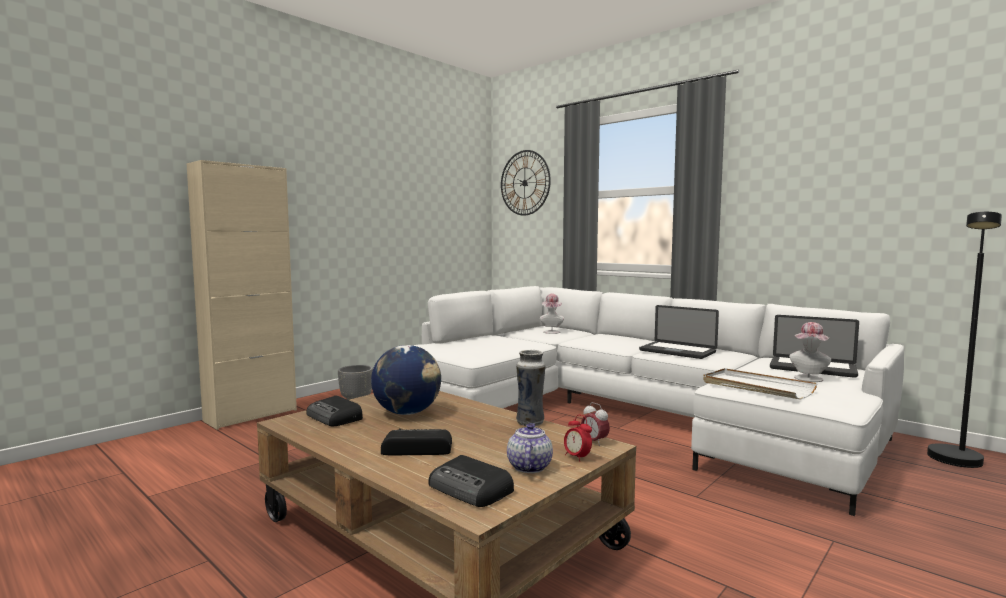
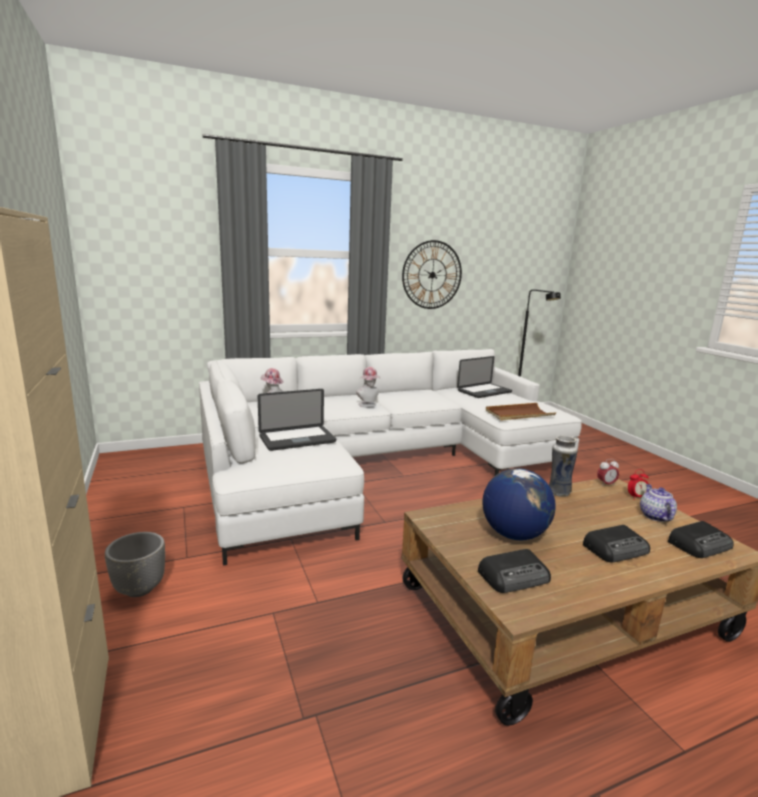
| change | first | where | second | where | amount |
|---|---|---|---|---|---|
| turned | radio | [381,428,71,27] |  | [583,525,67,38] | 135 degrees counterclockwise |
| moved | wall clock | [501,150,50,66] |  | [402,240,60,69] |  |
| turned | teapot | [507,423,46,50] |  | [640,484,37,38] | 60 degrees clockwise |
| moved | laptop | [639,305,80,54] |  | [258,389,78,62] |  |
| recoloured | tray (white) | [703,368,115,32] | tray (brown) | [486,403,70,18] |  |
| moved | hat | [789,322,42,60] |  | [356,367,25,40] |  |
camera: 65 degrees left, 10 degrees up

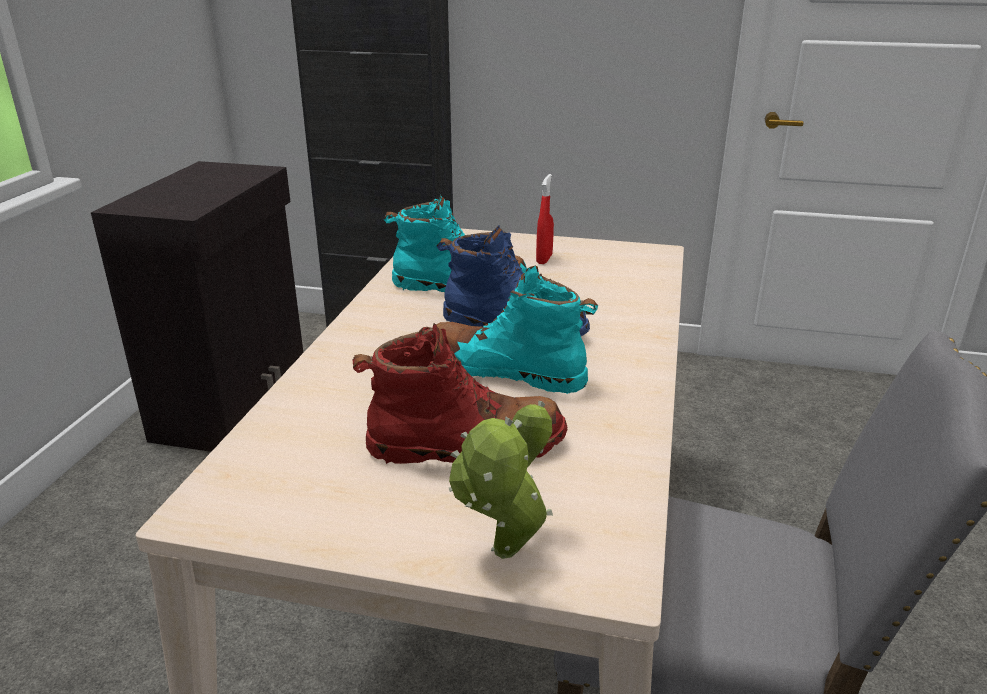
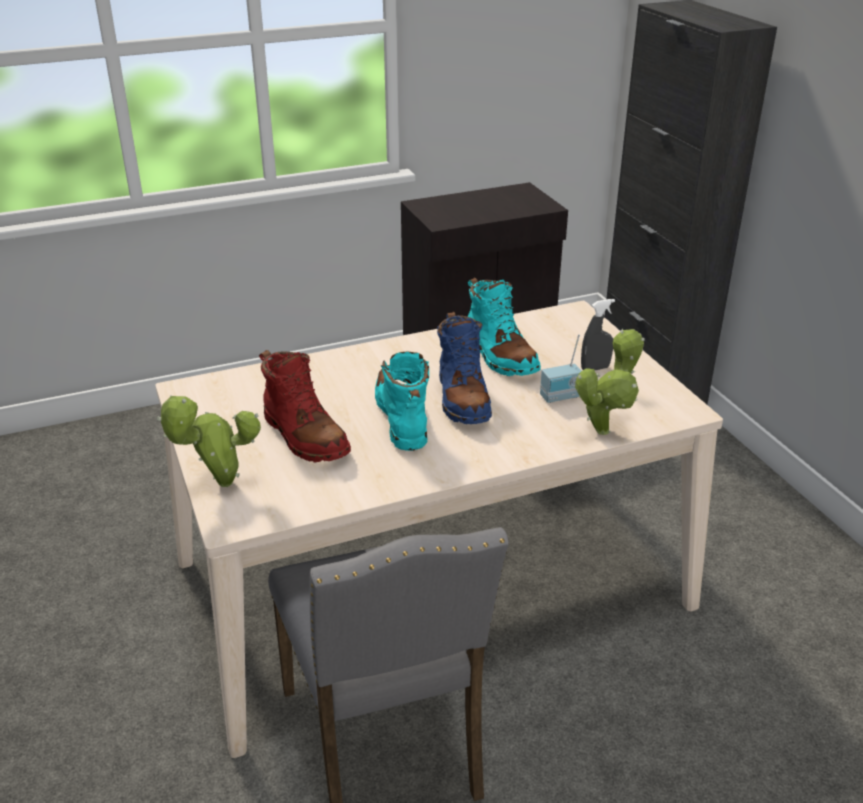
| change | first | where | second | where | amount |
|---|---|---|---|---|---|
| recoloured | spray bottle (red) | [536,174,18,90] | spray bottle (grey) | [581,299,34,71] |  |
| added |  |  | radio | [540,334,41,69] |  |
| added |  |  | potted plant | [575,329,70,106] |  |
camera: 55 degrees right, 5 degrees up

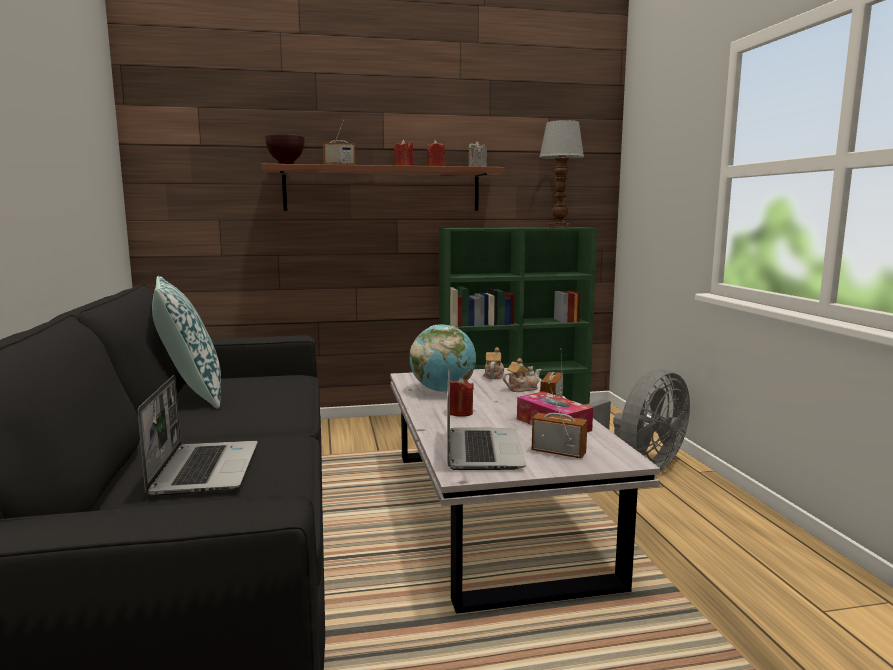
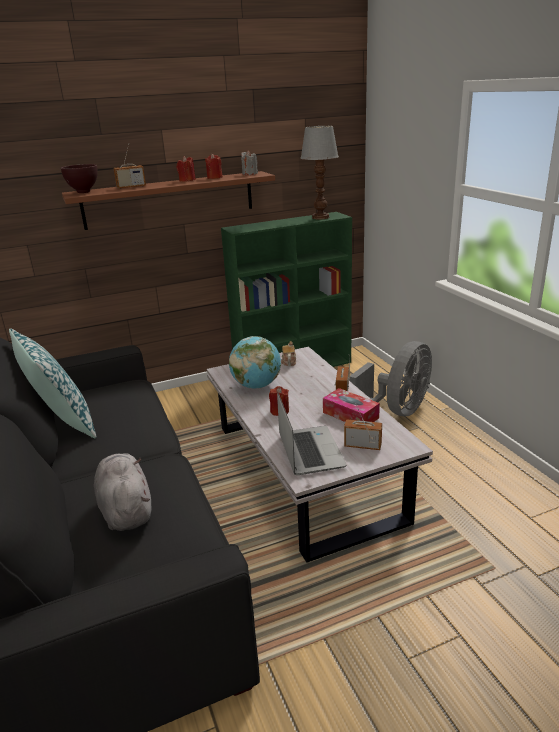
| change | first | where | second | where | amount |
|---|---|---|---|---|---|
| replaced | laptop | [138,375,120,121] | plush toy (grey) | [94,453,58,78] |  |
| removed | teapot | [502,358,40,34] |  |  |  |
camera: 10 degrees left, 15 degrees up

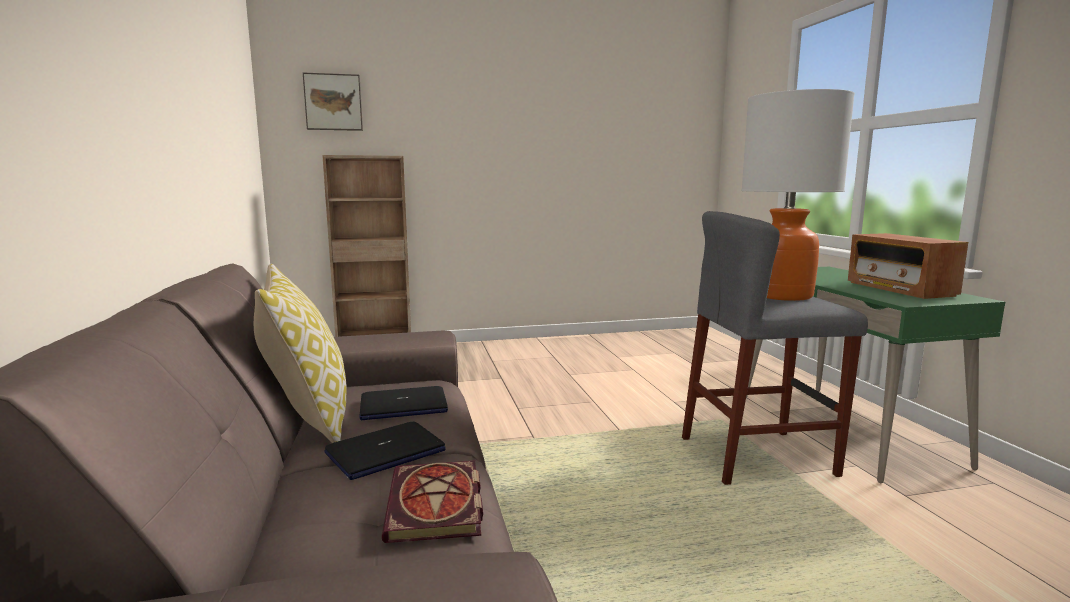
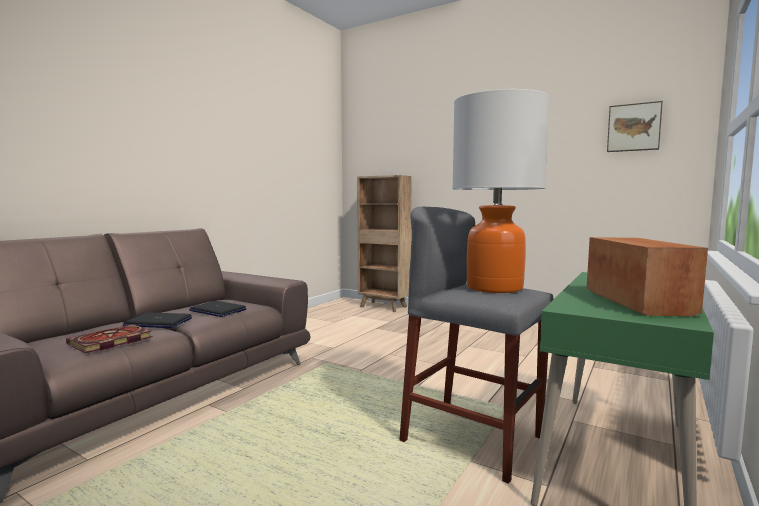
| change | first | where | second | where | amount |
|---|---|---|---|---|---|
| removed | pillow | [254,264,93,179] |  |  |  |
| moved | picture | [303,73,60,58] |  | [607,101,56,51] |  |
| turned | radio | [848,233,120,66] |  | [586,237,122,79] | 150 degrees clockwise |
camera: 45 degrees right, 5 degrees down

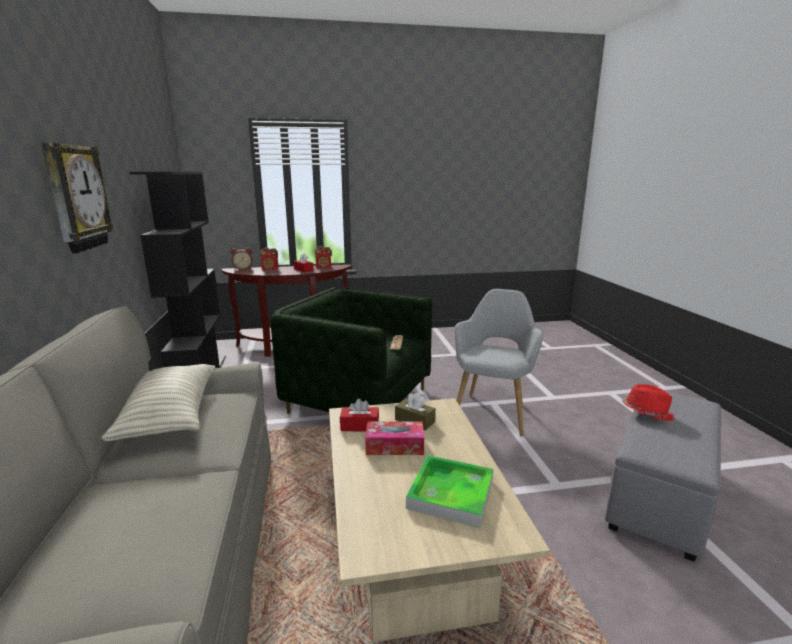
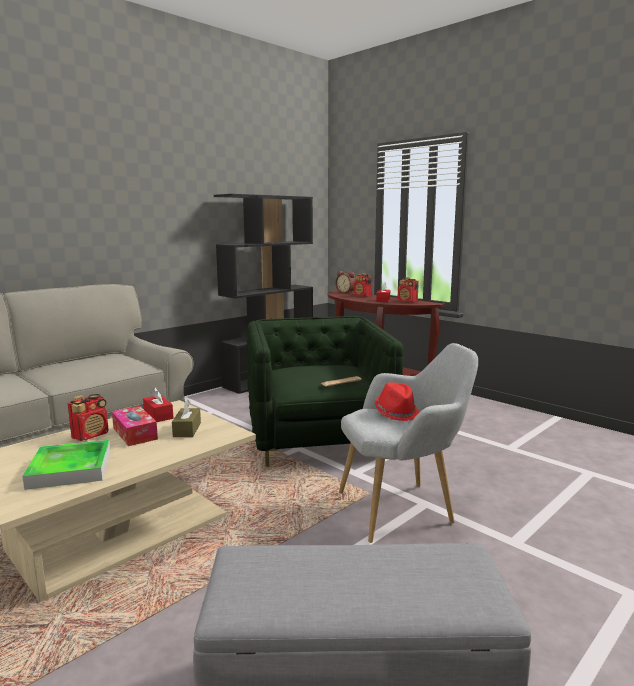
| change | first | where | second | where | amount |
|---|---|---|---|---|---|
| removed | wall clock | [41,142,73,111] |  |  |  |
| removed | pillow | [101,364,114,77] |  |  |  |
| moved | hat (red) | [622,384,52,37] |  | [374,382,45,39] |  |
| added |  |  | radio | [68,394,41,47] |  |
camera: 55 degrees right, 5 degrees down

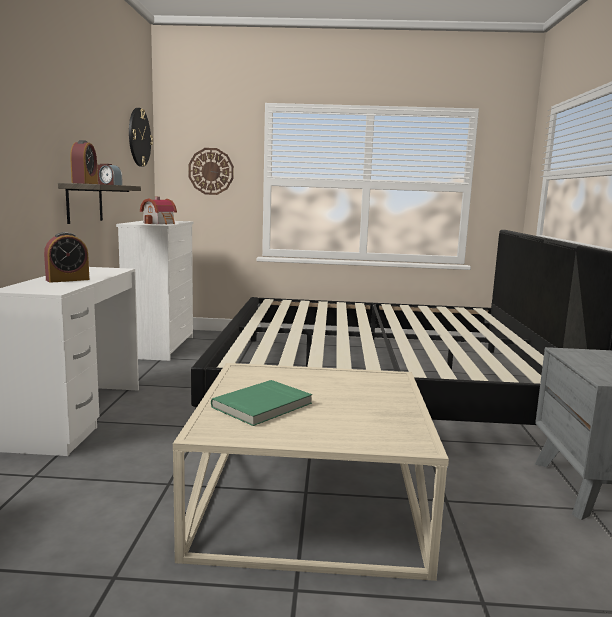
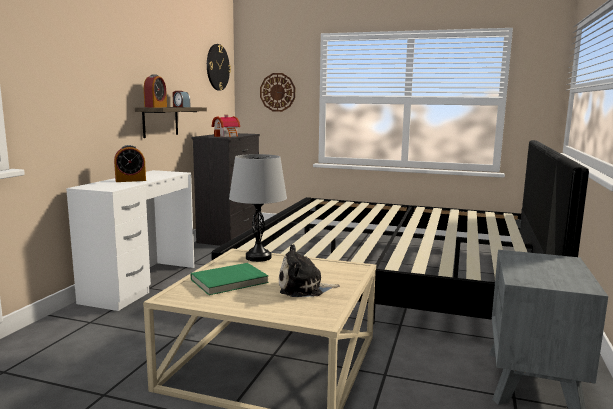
| change | first | where | second | where | amount |
|---|---|---|---|---|---|
| recoloured | dresser (white) | [116,221,77,140] | dresser (black) | [191,133,69,113] |  |
| added |  |  | table lamp (grey) | [229,154,58,108] |  |
| added |  |  | plush toy | [279,244,61,53] |  |
camera: 15 degrees right, 0 degrees up

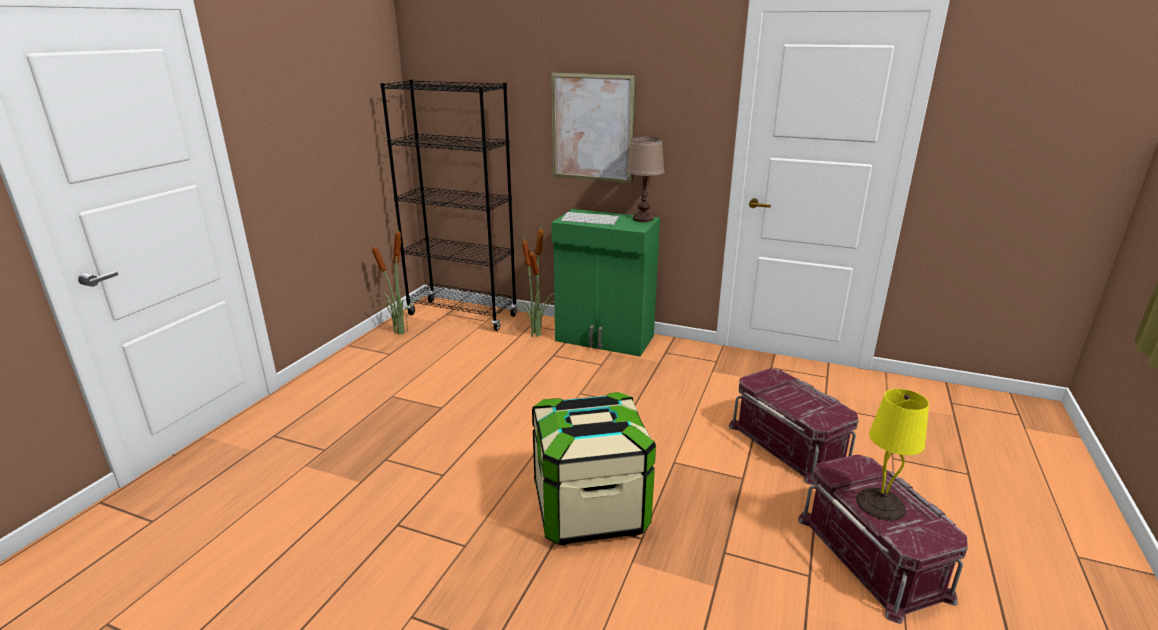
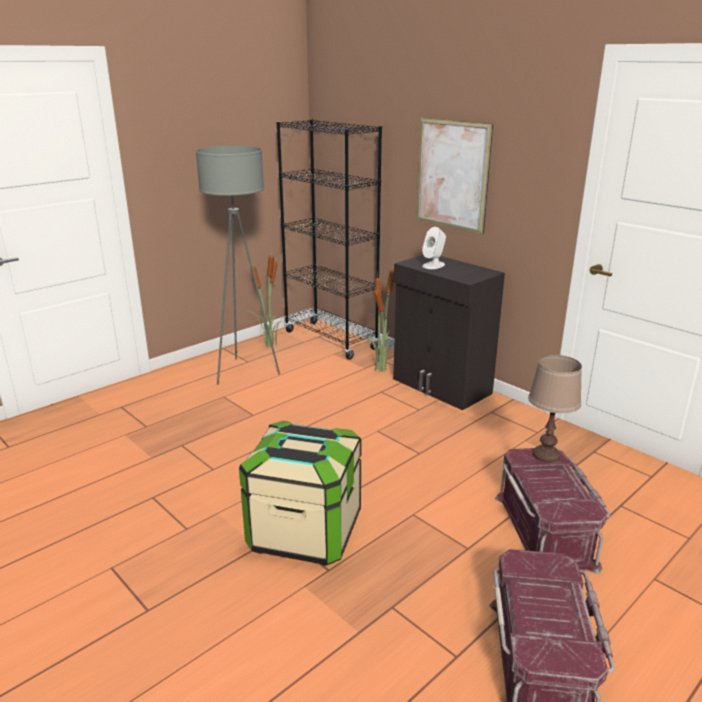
| change | first | where | second | where | amount |
|---|---|---|---|---|---|
| recoloured | cabinet (green) | [552,209,108,147] | cabinet (black) | [393,255,112,155] |  |
| replaced | keyboard | [561,212,58,13] | speaker (white) | [422,227,24,42] |  |
| moved | table lamp (brown) | [626,137,39,85] |  | [528,355,54,108] |  |
| removed | table lamp (yellow) | [856,389,73,132] |  |  |  |
| added |  |  | floor lamp (grey) | [195,146,85,239] |  |
camera: 25 degrees right, 0 degrees up

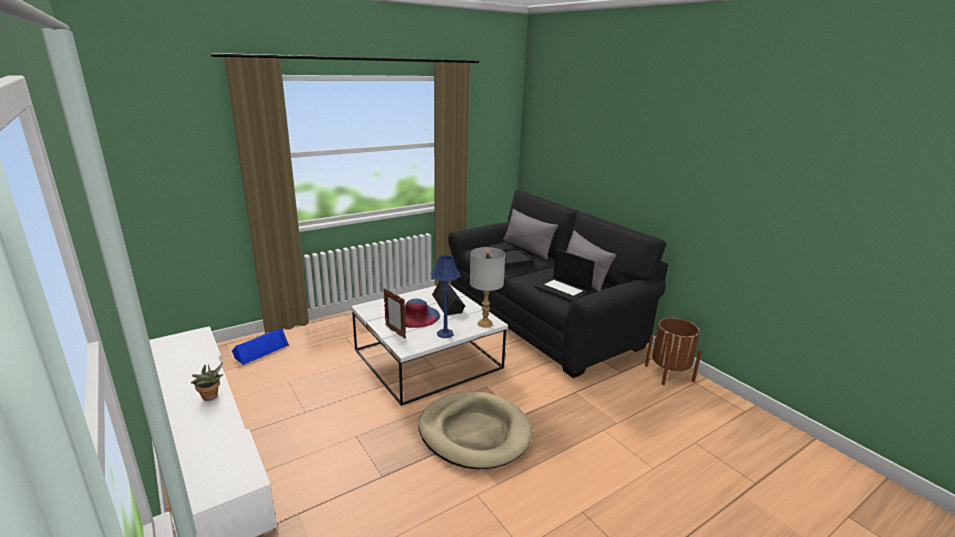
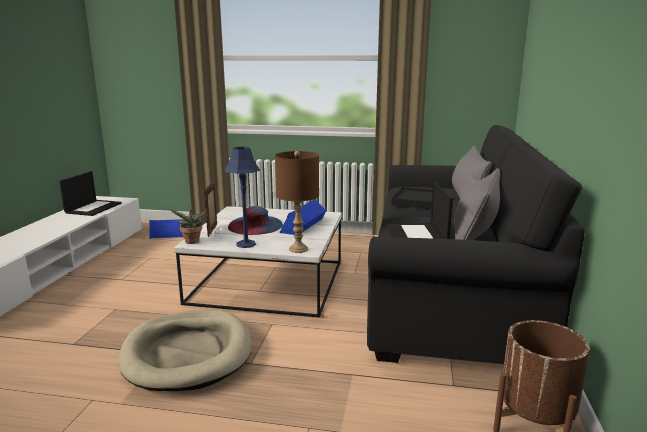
| change | first | where | second | where | amount |
|---|---|---|---|---|---|
| moved | potted plant | [191,362,33,39] |  | [171,206,35,38] |  |
| recoloured | speaker (black) | [432,280,33,35] | speaker (blue) | [279,199,47,36] |  |
| recoloured | table lamp (grey) | [470,247,35,81] | table lamp (brown) | [275,151,44,102] |  |
| added |  |  | laptop | [59,171,63,45] |  |
camera: 45 degrees right, 5 degrees down

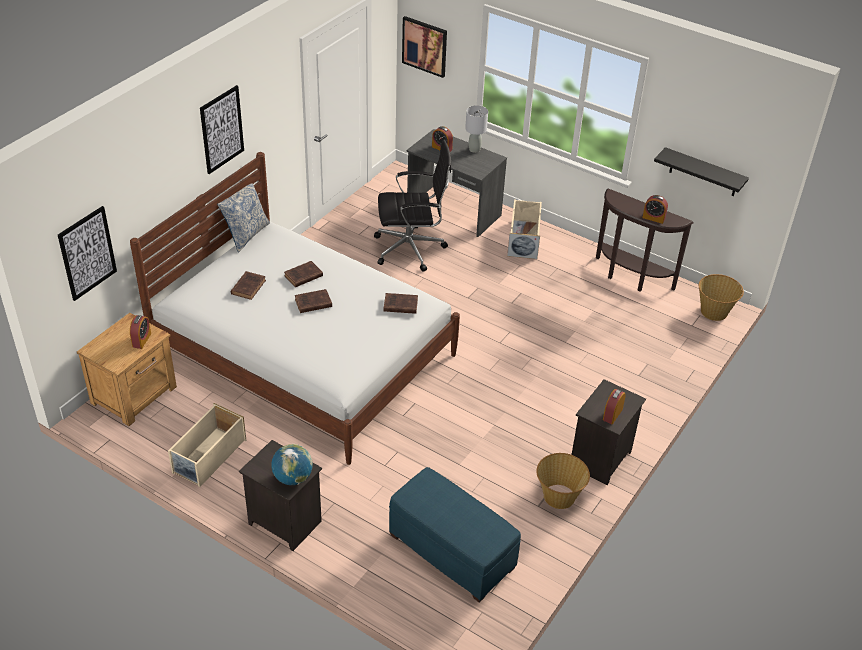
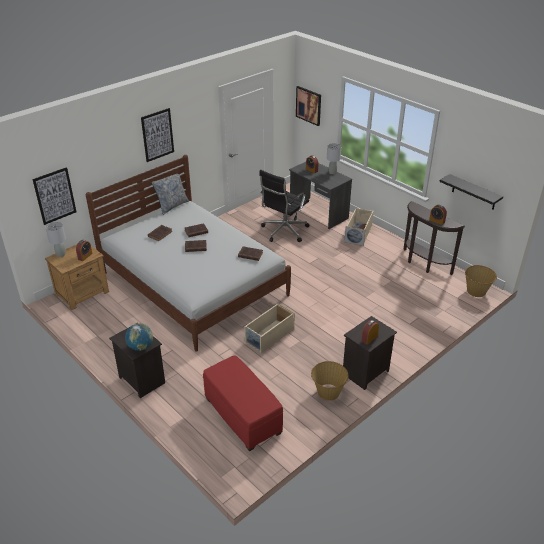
| change | first | where | second | where | amount |
|---|---|---|---|---|---|
| moved | storage box (beige) | [168,403,78,84] |  | [244,303,51,50] |  |
| turned | office chair (black) | [374,140,77,131] |  | [259,170,51,72] | 120 degrees clockwise |
| recoloured | ottoman (blue) | [389,467,132,136] | ottoman (red) | [203,356,80,95] |  |
| added |  |  | table lamp (grey) | [45,222,21,35] |  |
camera: 15 degrees right, 5 degrees down

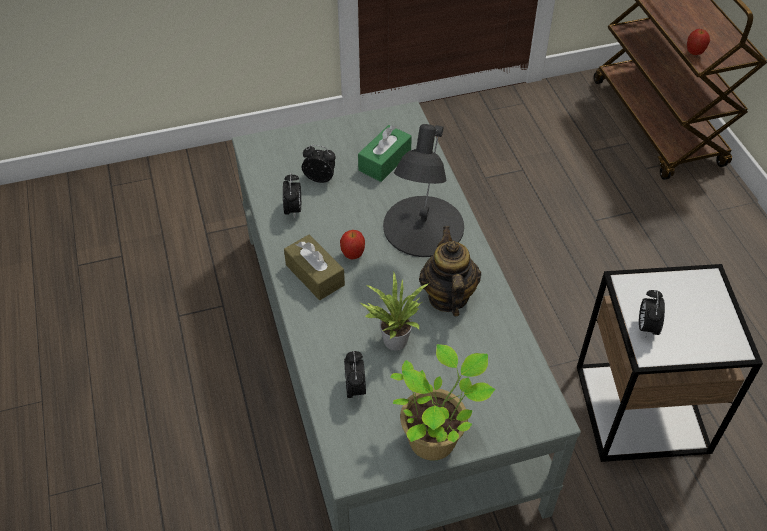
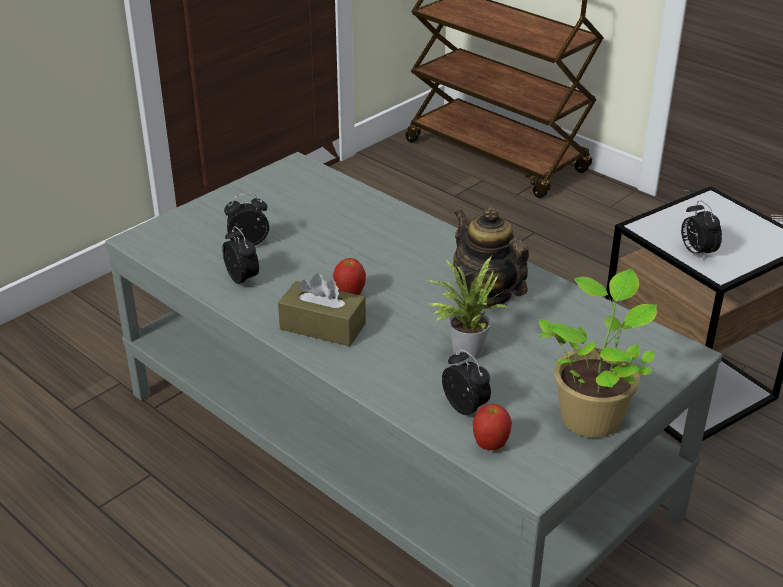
| change | first | where | second | where | amount |
|---|---|---|---|---|---|
| removed | tissue box (green) | [358,125,54,57] |  |  |  |
| removed | table lamp (black) | [383,124,81,133] |  |  |  |
| moved | apple | [687,29,23,26] |  | [473,404,39,46] |  |
camera: 30 degrees left, 15 degrees down

